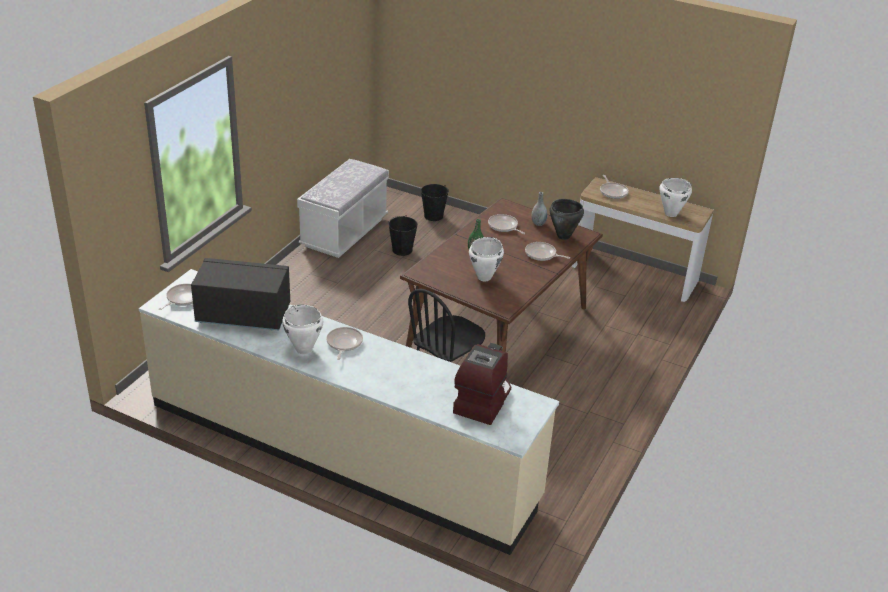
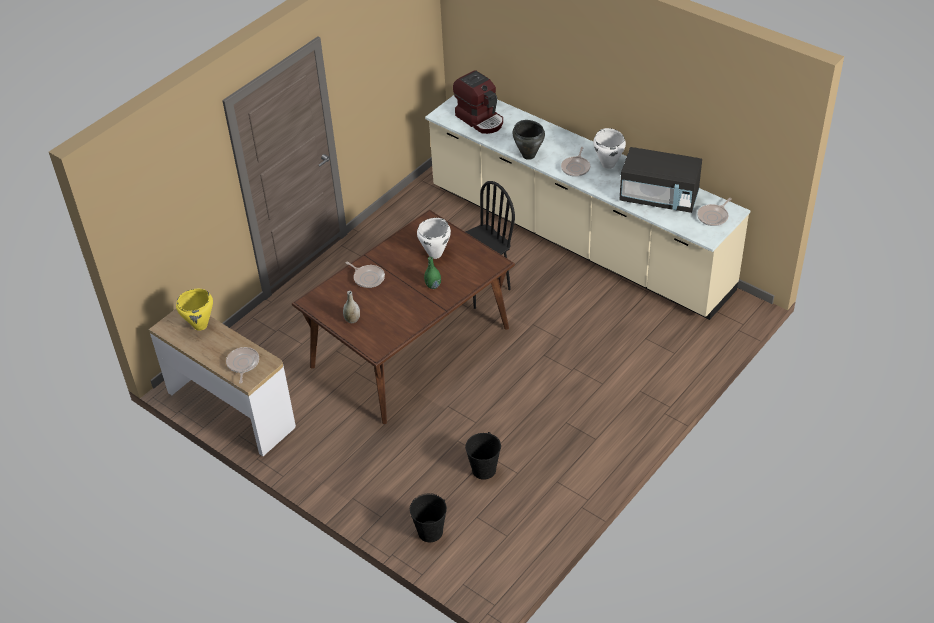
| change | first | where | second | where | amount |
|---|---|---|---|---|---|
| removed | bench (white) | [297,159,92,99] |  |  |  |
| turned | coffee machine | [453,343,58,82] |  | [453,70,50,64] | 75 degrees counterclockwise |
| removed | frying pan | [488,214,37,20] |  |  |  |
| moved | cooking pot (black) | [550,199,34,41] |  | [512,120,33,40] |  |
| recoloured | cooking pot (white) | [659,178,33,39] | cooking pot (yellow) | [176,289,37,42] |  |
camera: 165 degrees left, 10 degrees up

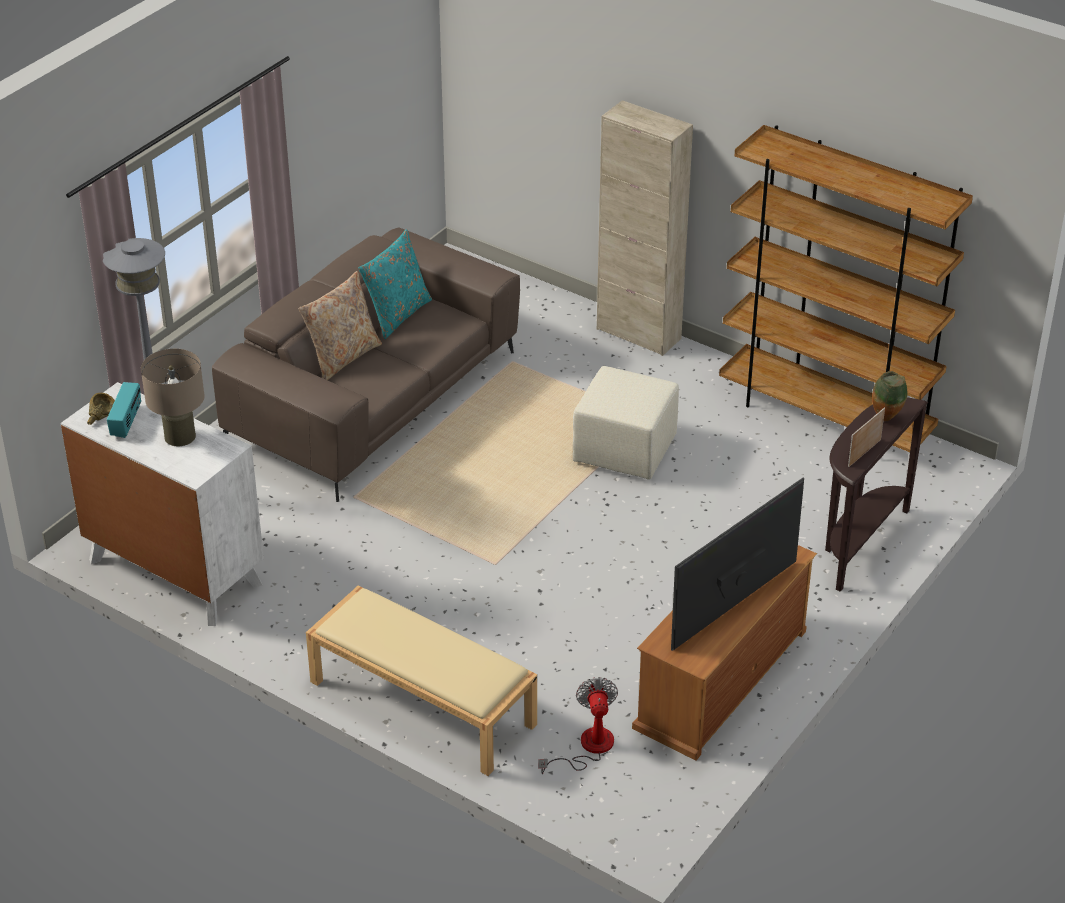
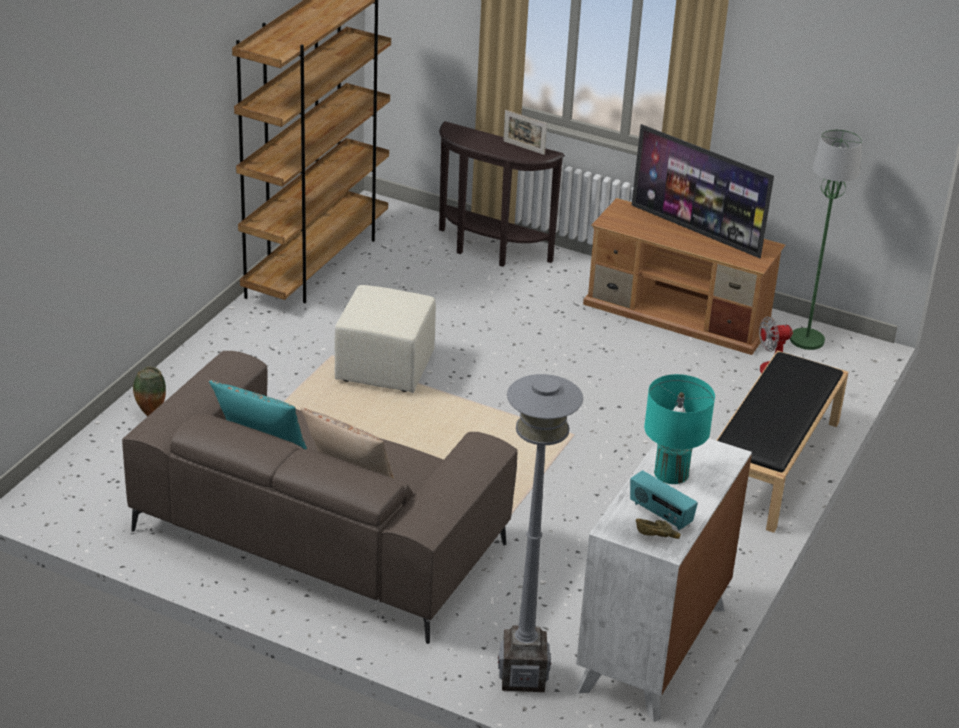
| change | first | where | second | where | amount |
|---|---|---|---|---|---|
| turned | radio | [107,382,34,56] |  | [630,470,68,60] | 135 degrees counterclockwise |
| recoloured | table lamp (beige) | [141,349,64,97] | table lamp (turquoise) | [644,374,71,110] |  |
| recoloured | bench (beige) | [306,586,231,190] | bench (black) | [716,350,132,183] |  |
| removed | cabinet (beige) | [597,100,96,256] |  |  |  |
| moved | vase | [872,371,36,50] |  | [133,367,33,49] |  |
| added |  |  | floor lamp (green) | [790,129,73,221] |  |
camera: 100 degrees left, 5 degrees down

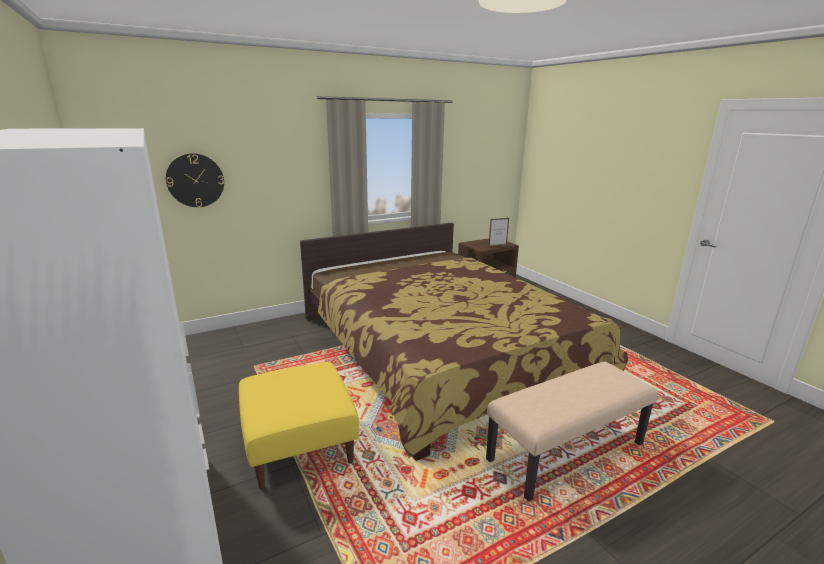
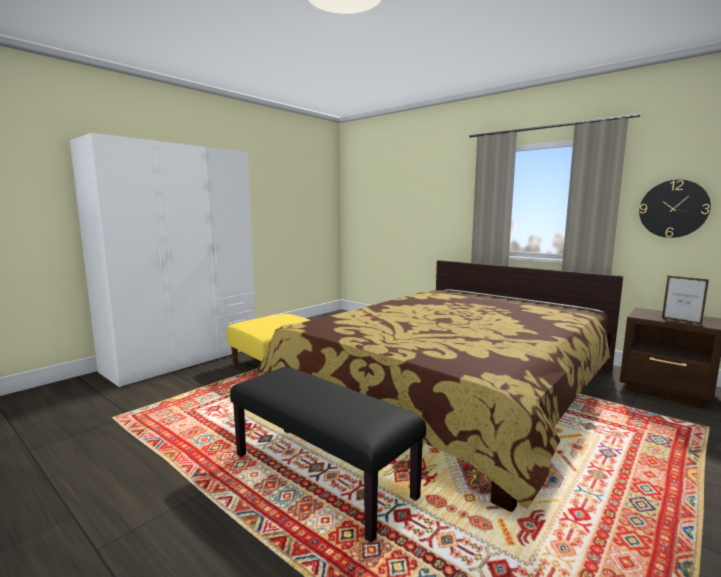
| change | first | where | second | where | amount |
|---|---|---|---|---|---|
| moved | wall clock | [166,153,58,54] |  | [639,180,72,58] |  |
| recoloured | bench (beige) | [486,362,172,140] | bench (black) | [230,367,196,176] |  |
camera: 70 degrees right, 10 degrees down

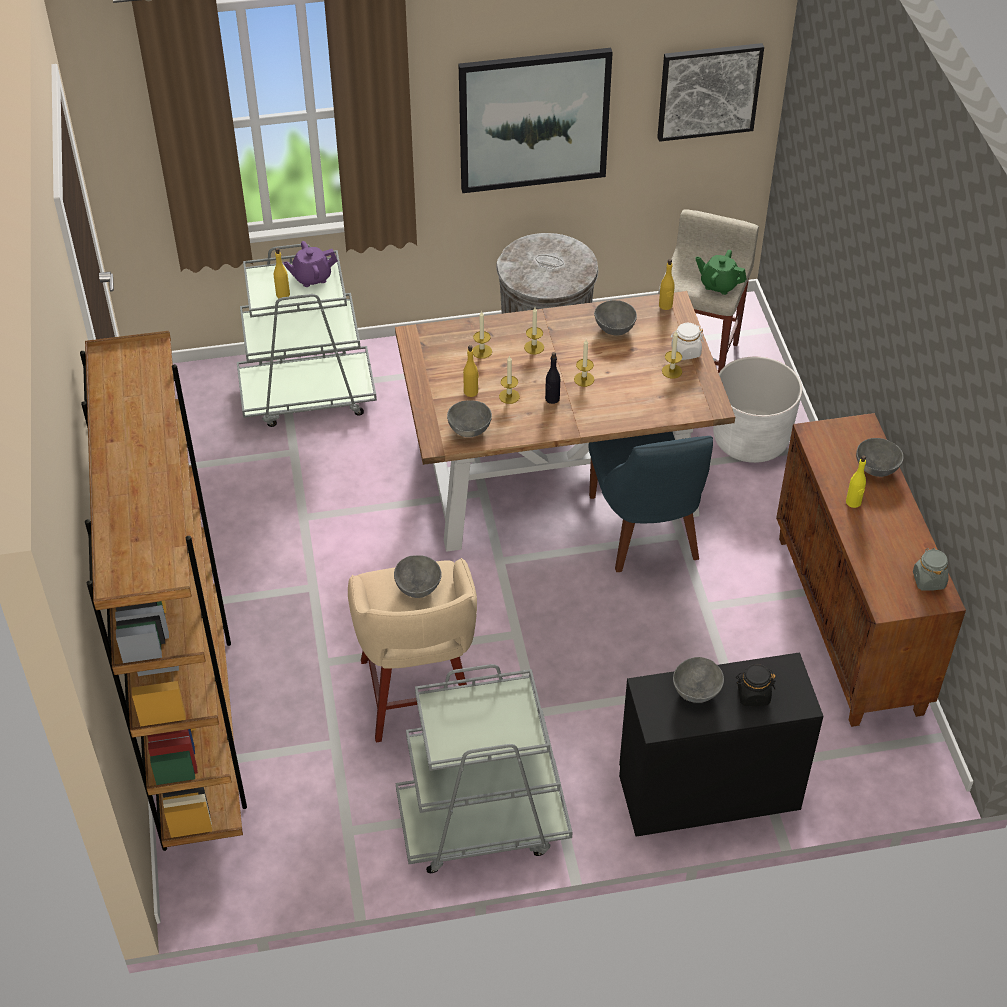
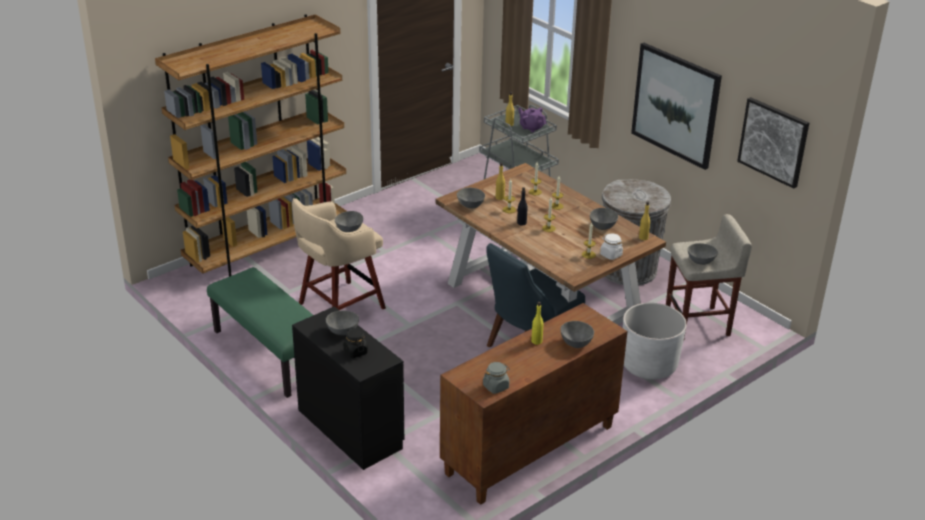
| change | first | where | second | where | amount |
|---|---|---|---|---|---|
| replaced | cart (grey) | [396,664,176,209] | bench (green) | [207,267,106,131] |  |
| replaced | teapot (green) | [695,250,51,45] | bowl (grey) | [688,243,30,22] |  |
camera: 60 degrees right, 15 degrees down

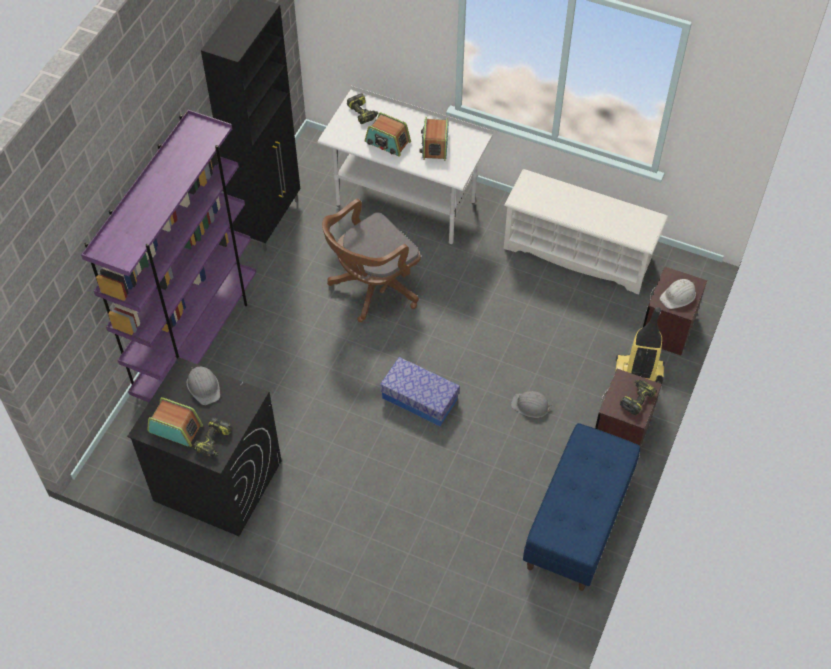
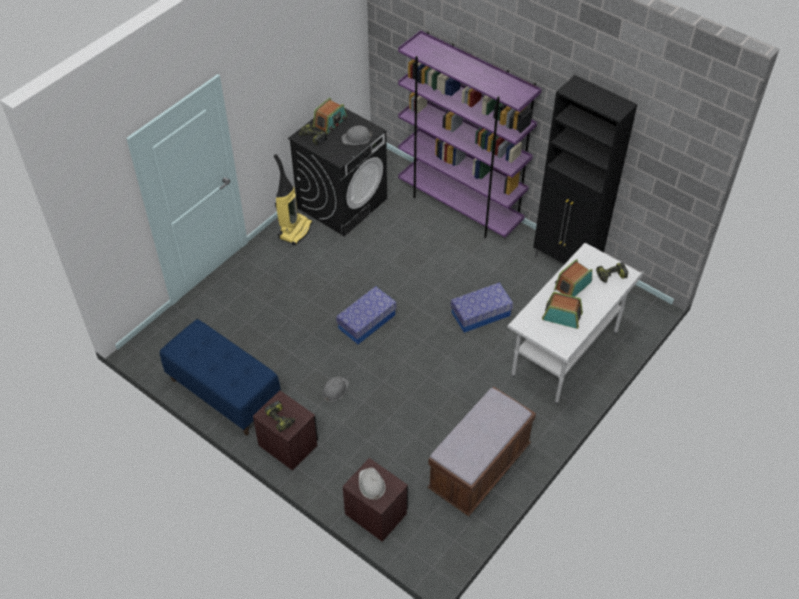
| change | first | where | second | where | amount |
|---|---|---|---|---|---|
| replaced | office chair (brown) | [322,199,99,123] | storage box | [451,283,62,50] |  |
| replaced | shoe rack (white) | [504,169,164,126] | bench (brown) | [427,387,109,129] |  |
| moved | vacuum cleaner | [615,307,50,77] |  | [273,154,39,91] |  |
camera: 105 degrees right, 5 degrees down

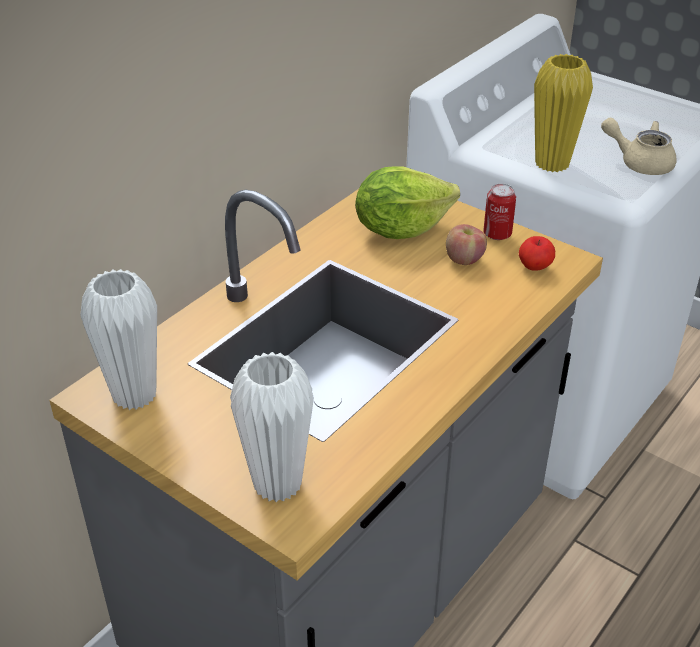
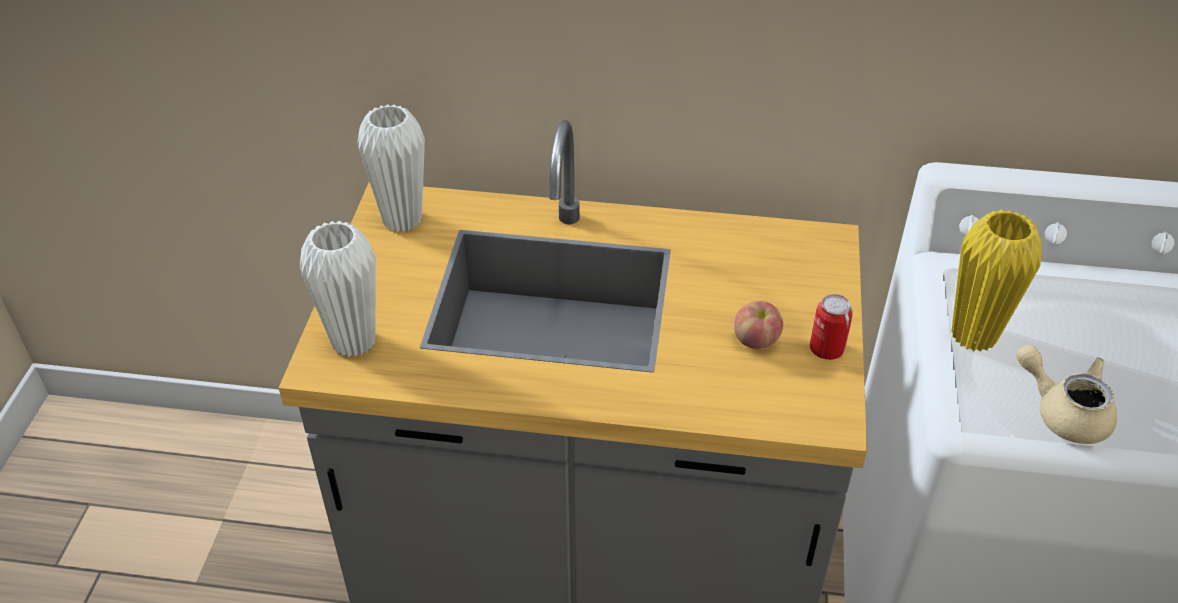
| change | first | where | second | where | amount |
|---|---|---|---|---|---|
| removed | lettuce | [355,166,105,73] |  |  |  |
| removed | apple | [519,236,36,35] |  |  |  |
| turned | teapot (beige) | [601,118,75,57] |  | [1016,345,101,99] | 45 degrees counterclockwise |
camera: 60 degrees right, 5 degrees up

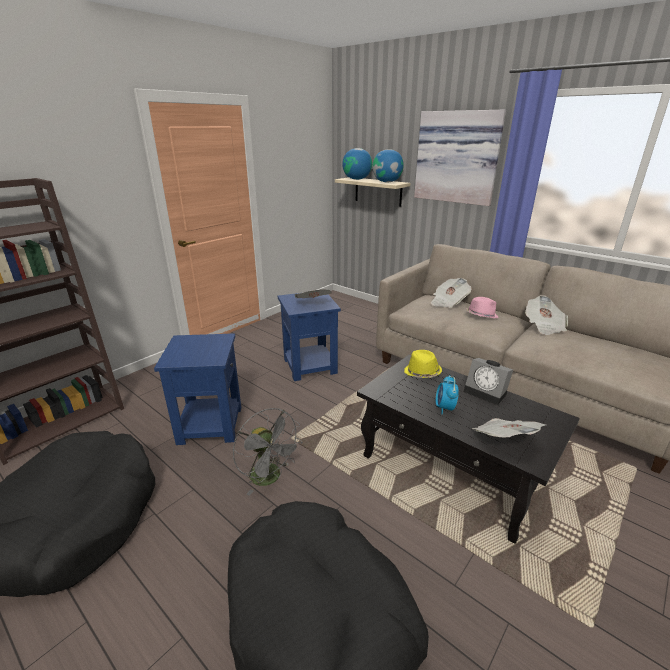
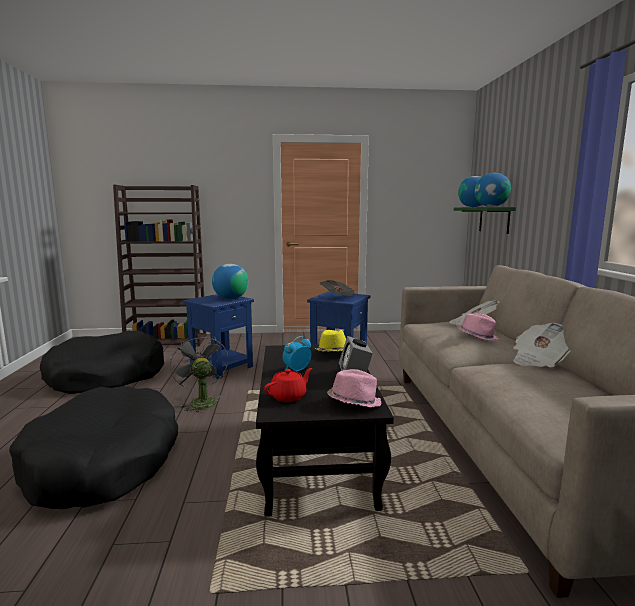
| change | first | where | second | where | amount |
|---|---|---|---|---|---|
| turned | fan (grey) | [232,408,70,88] |  | [170,334,59,79] | 150 degrees clockwise |
| recoloured | shelf (beige) | [335,177,75,30] | shelf (green) | [454,207,62,27] |  |
| removed | picture | [414,110,92,96] |  |  |  |
| replaced | newspaper | [473,418,73,20] | teapot (red) | [264,368,48,34] |  |
| added |  |  | globe | [212,264,37,35] |  |
| added |  |  | hat (pink) | [327,369,55,38] |  |
camera: 45 degrees right, 15 degrees down

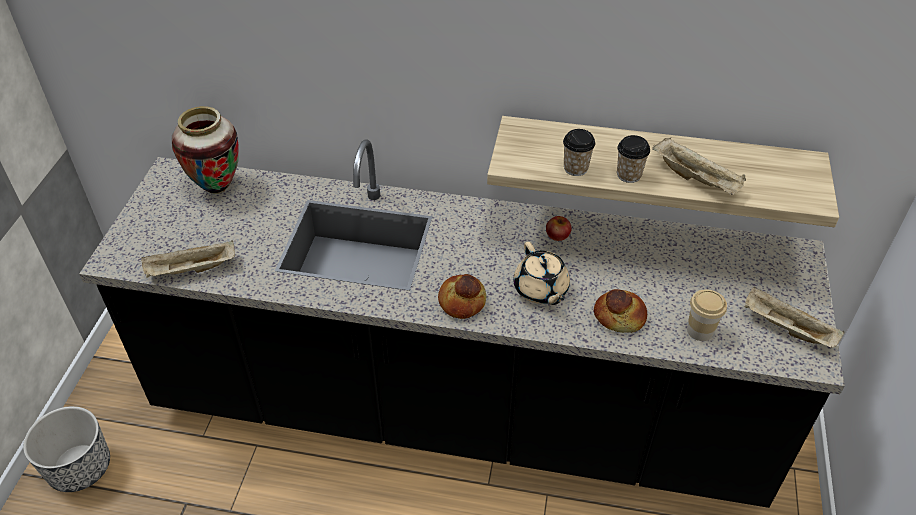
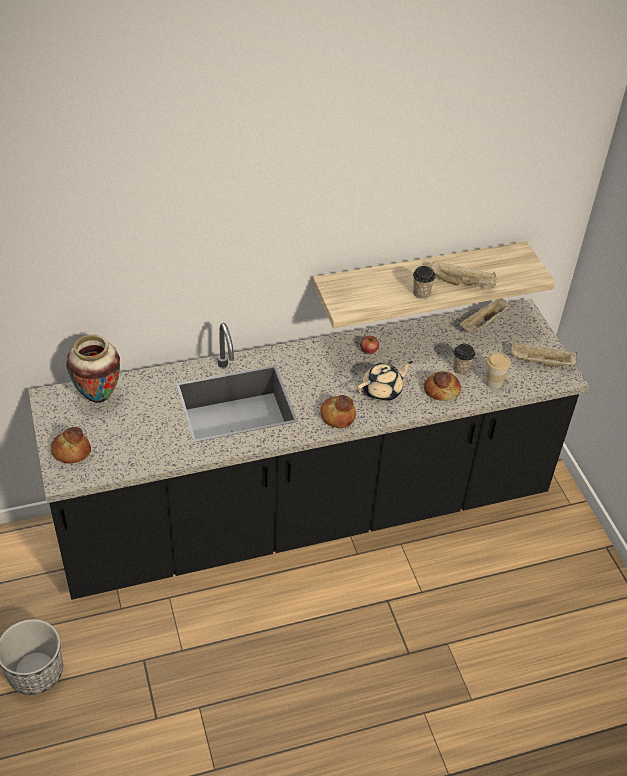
| change | first | where | second | where | amount |
|---|---|---|---|---|---|
| moved | tray (beige) | [141,240,94,38] |  | [460,298,51,35] |  |
| turned | teapot (beige) | [513,242,57,63] |  | [357,361,56,40] | 75 degrees counterclockwise |
| moved | cup | [563,129,32,47] |  | [453,344,22,31] |  |
| added |  |  | bread | [51,427,40,37] |  |
camera: 30 degrees left, 0 degrees up

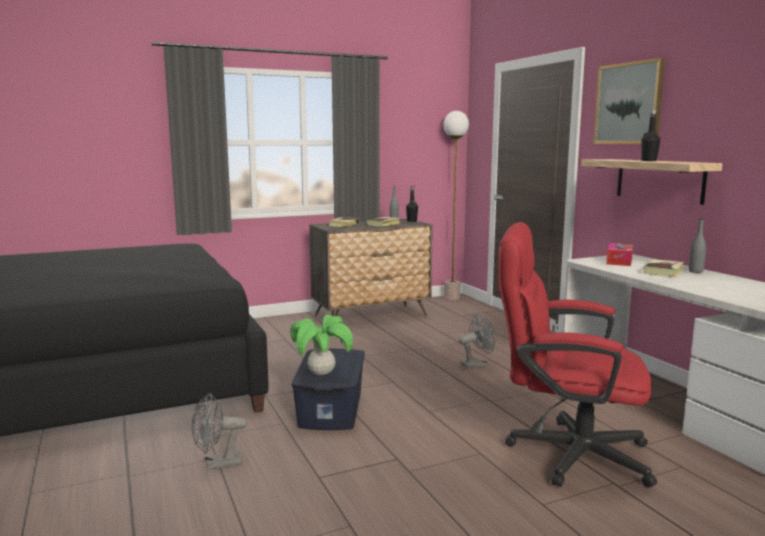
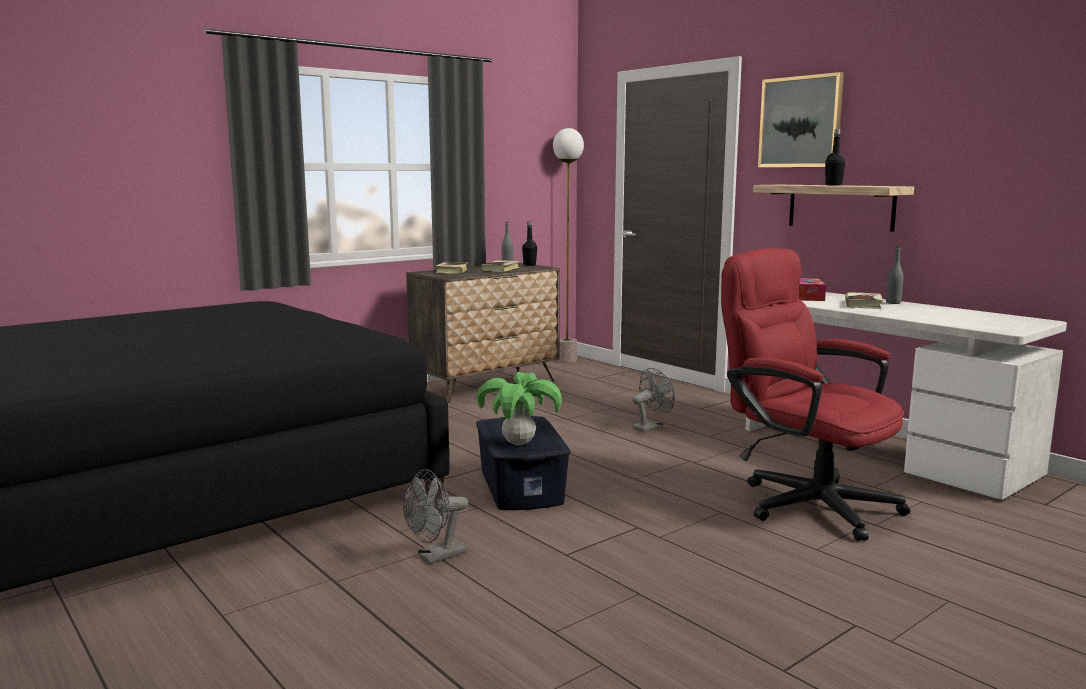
| change | first | where | second | where | amount |
|---|---|---|---|---|---|
| turned | office chair (red) | [498,222,159,266] |  | [721,248,189,293] | 45 degrees clockwise |
camera: 15 degrees left, 0 degrees up

